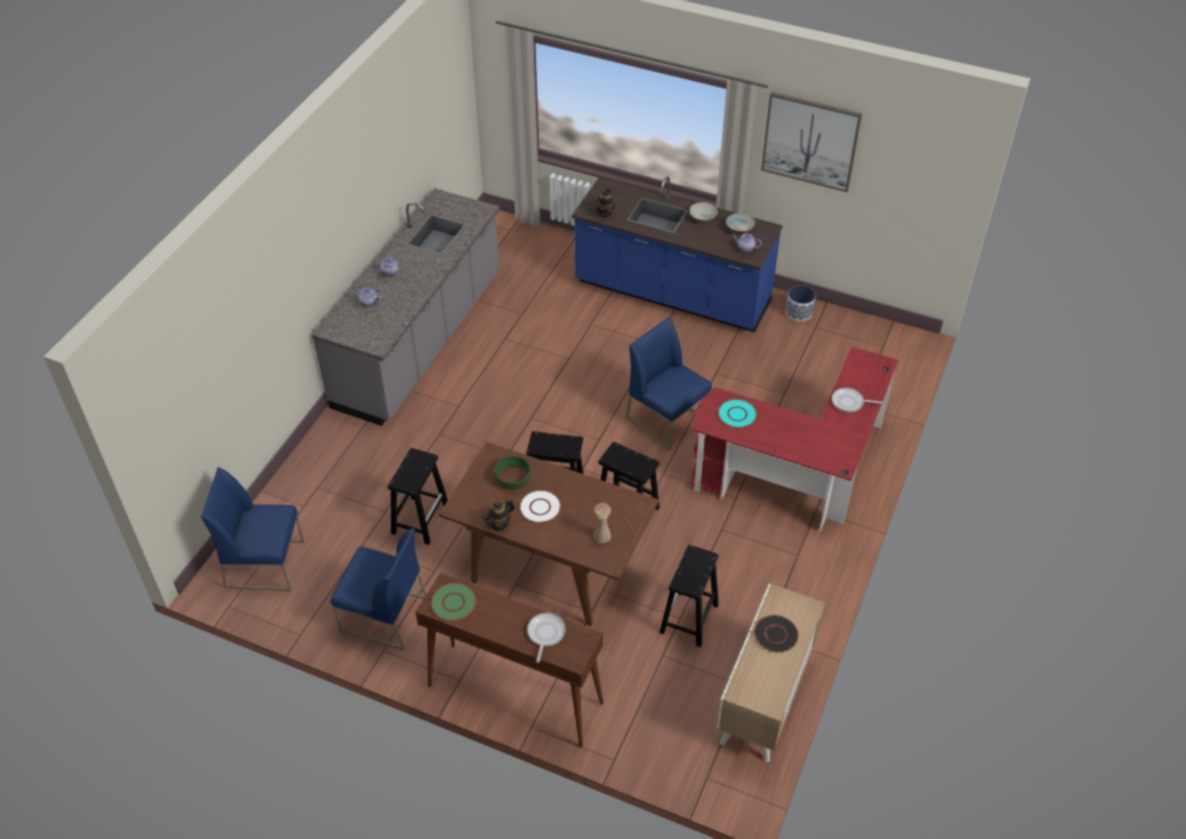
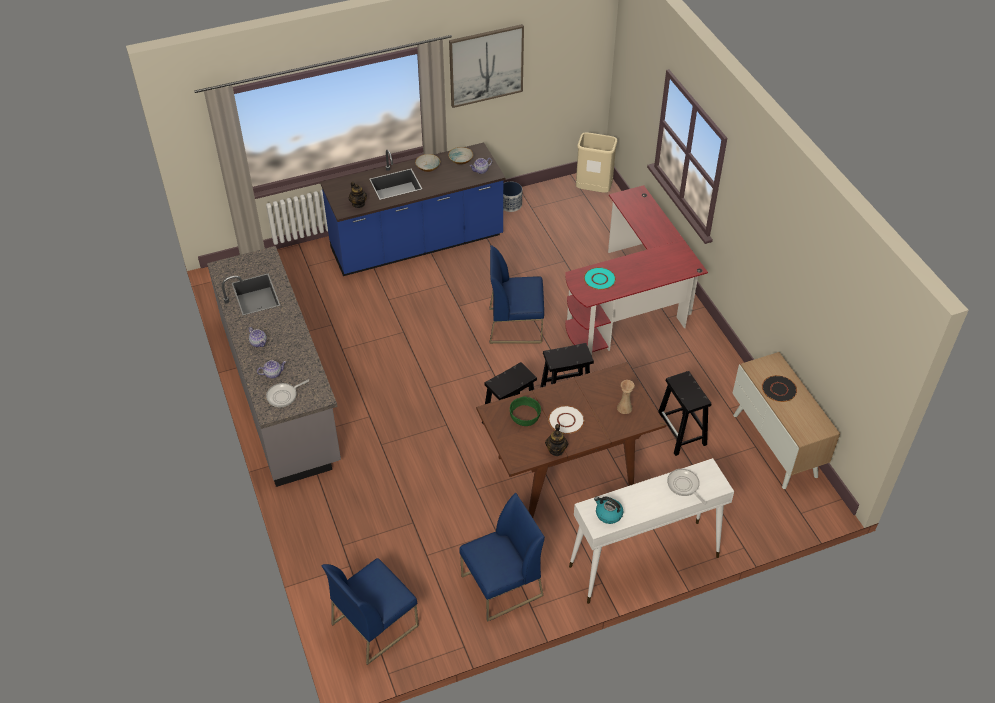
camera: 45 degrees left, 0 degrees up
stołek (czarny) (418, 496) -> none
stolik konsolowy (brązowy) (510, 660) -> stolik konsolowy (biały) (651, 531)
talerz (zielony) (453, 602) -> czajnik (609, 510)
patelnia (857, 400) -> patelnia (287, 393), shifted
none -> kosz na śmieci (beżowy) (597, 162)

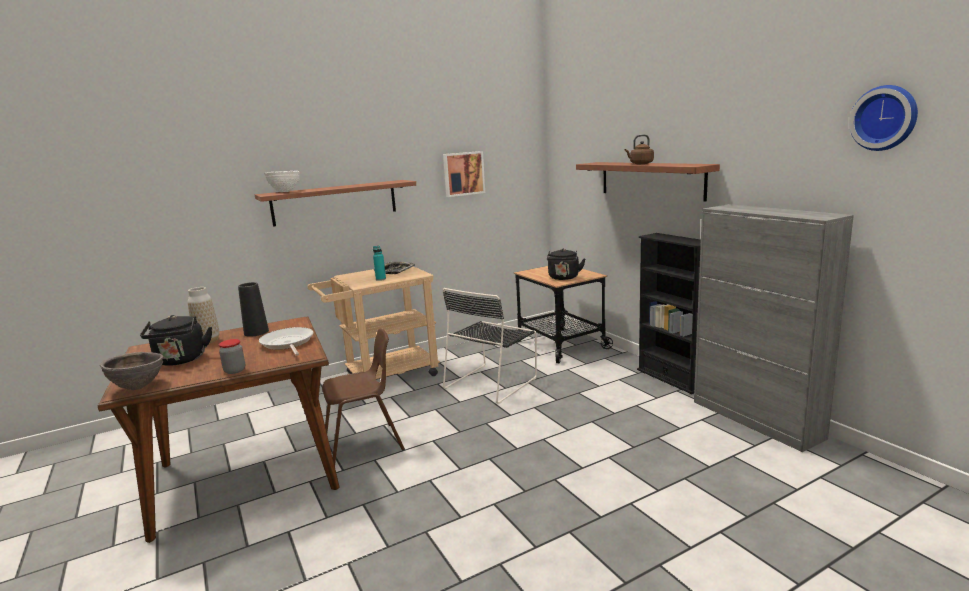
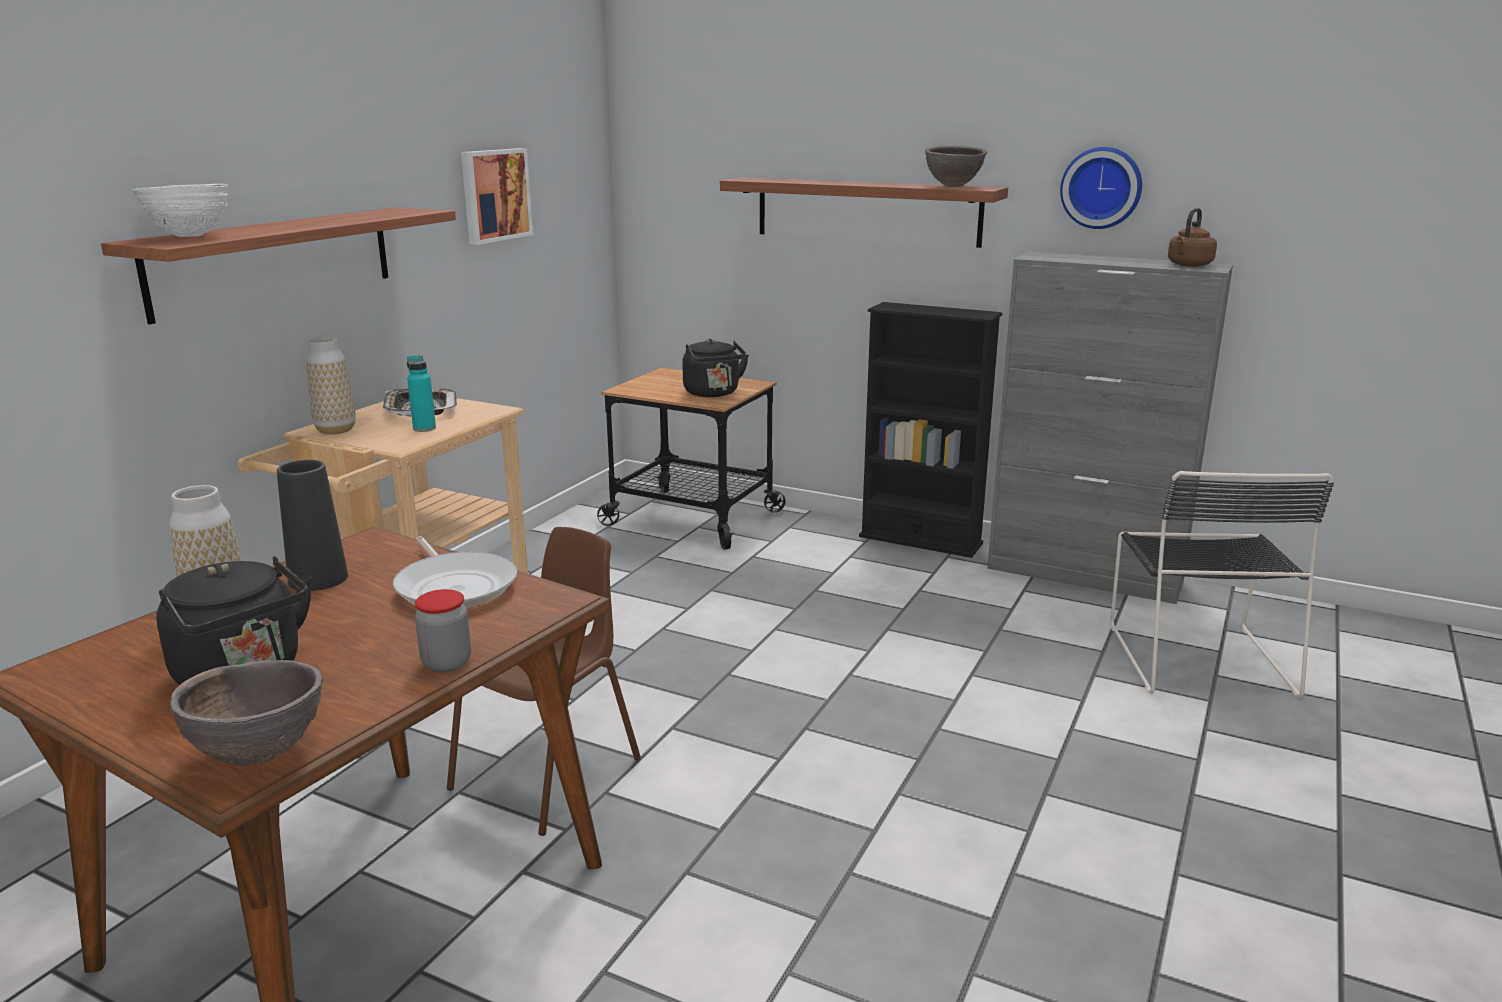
camera: 35 degrees left, 5 degrees up
patelnia (286, 341) -> patelnia (455, 572), 150 degrees counterclockwise
krzesło (czarny) (490, 346) -> krzesło (czarny) (1222, 584), shifted
czajnik (brązowy) (639, 149) -> czajnik (brązowy) (1192, 237), shifted
zegar ścienny (883, 118) -> zegar ścienny (1101, 188), shifted
none -> wazon (331, 386)
none -> miska (brązowy) (956, 166)

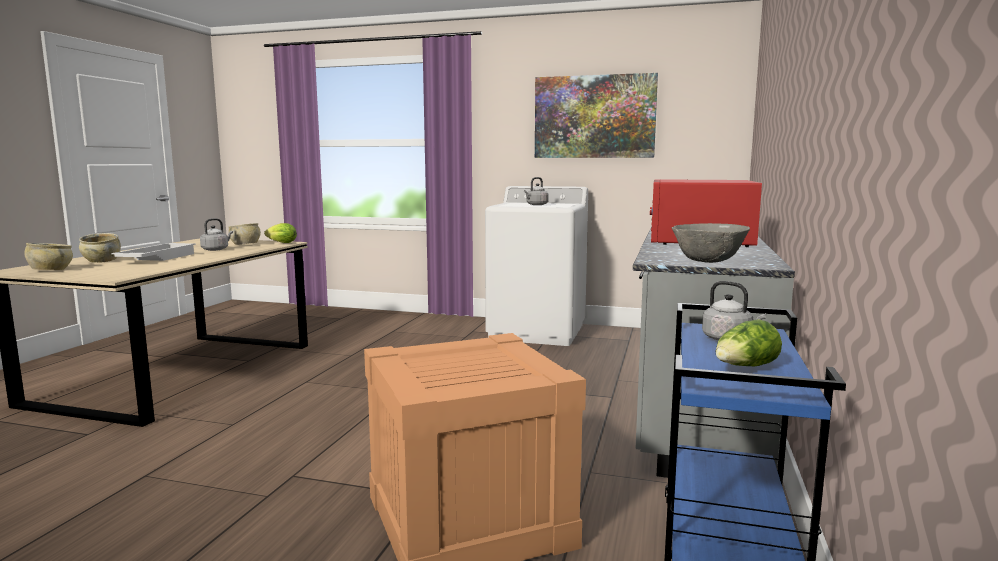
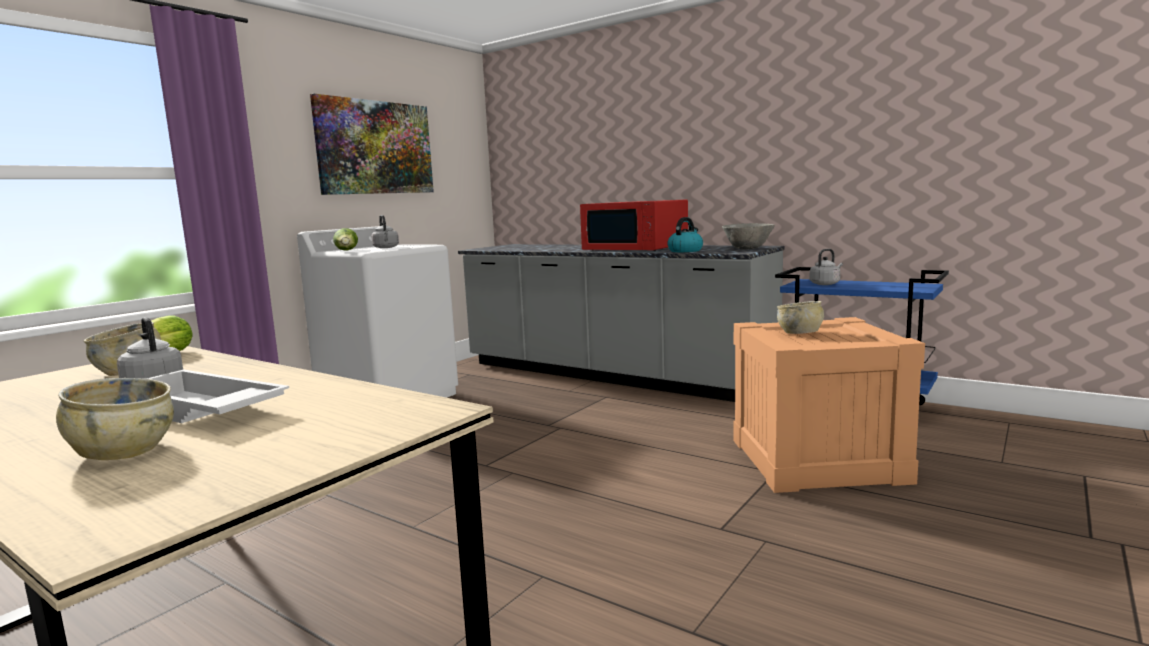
camera: 70 degrees left, 0 degrees up
miska (beżowy) (48, 256) -> miska (beżowy) (800, 317), shifted
sałata (749, 342) -> sałata (345, 239), shifted
none -> czajnik (685, 234)

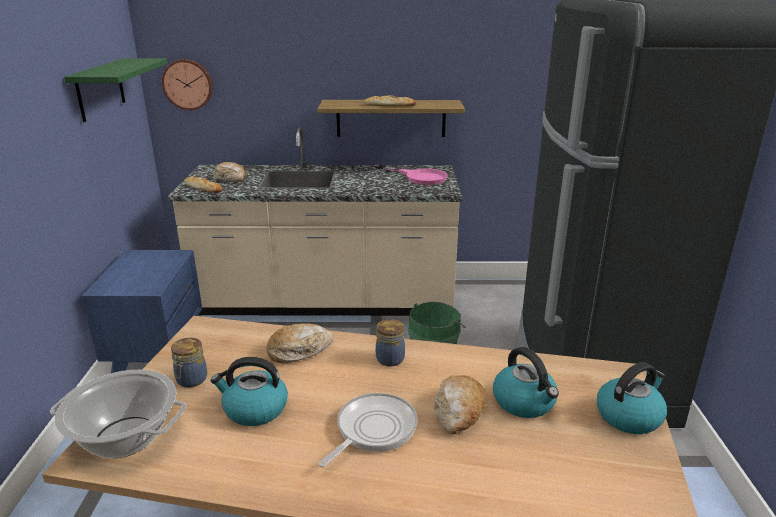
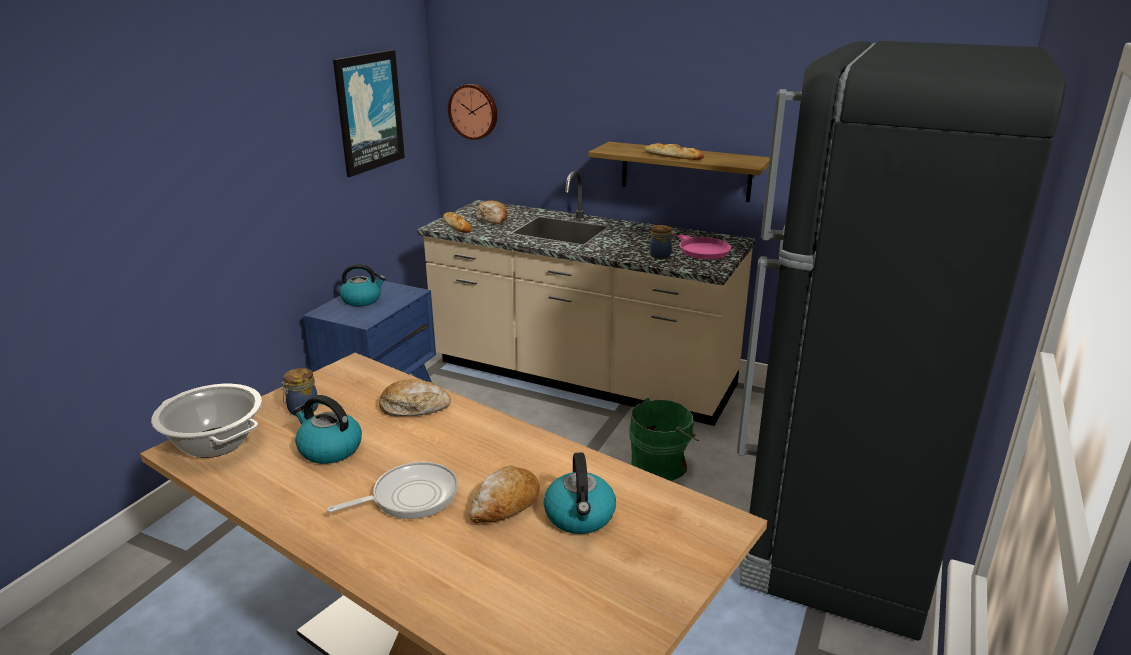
camera: 25 degrees right, 0 degrees up
półka (zielony) (116, 90) -> obraz (369, 113)
słoik (390, 342) -> słoik (660, 242), shifted
czajnik (632, 398) -> czajnik (363, 285), shifted

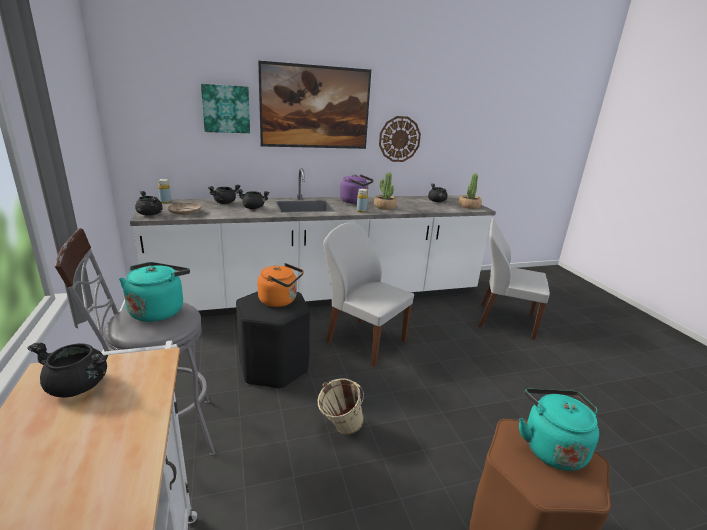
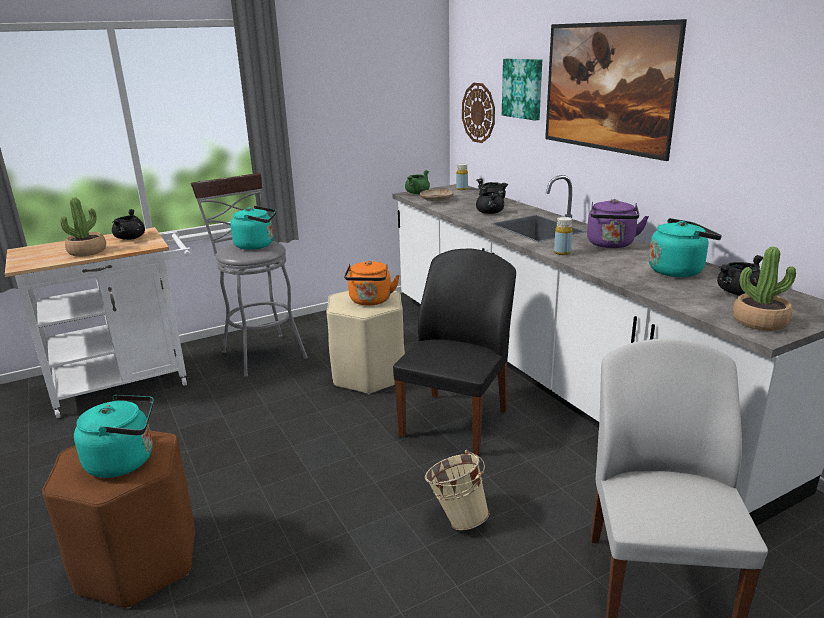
camera: 80 degrees right, 0 degrees up
garnek (czarny) (149, 203) -> garnek (zielony) (417, 182)
stołek (czarny) (273, 340) -> stołek (beżowy) (365, 342)
wiadro (beżowy) (341, 407) -> wiadro (beżowy) (457, 490), shifted
krzesło (biały) (368, 295) -> krzesło (czarny) (454, 352)
roślina doniczkowa (385, 191) -> roślina doniczkowa (83, 227), shifted
zegar ścienny (400, 139) -> zegar ścienny (478, 113), shifted
none -> czajnik (turkusowy) (685, 247)

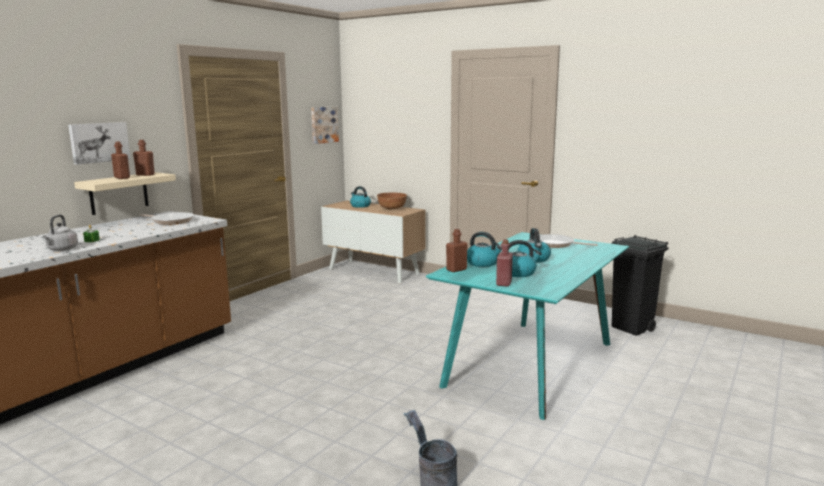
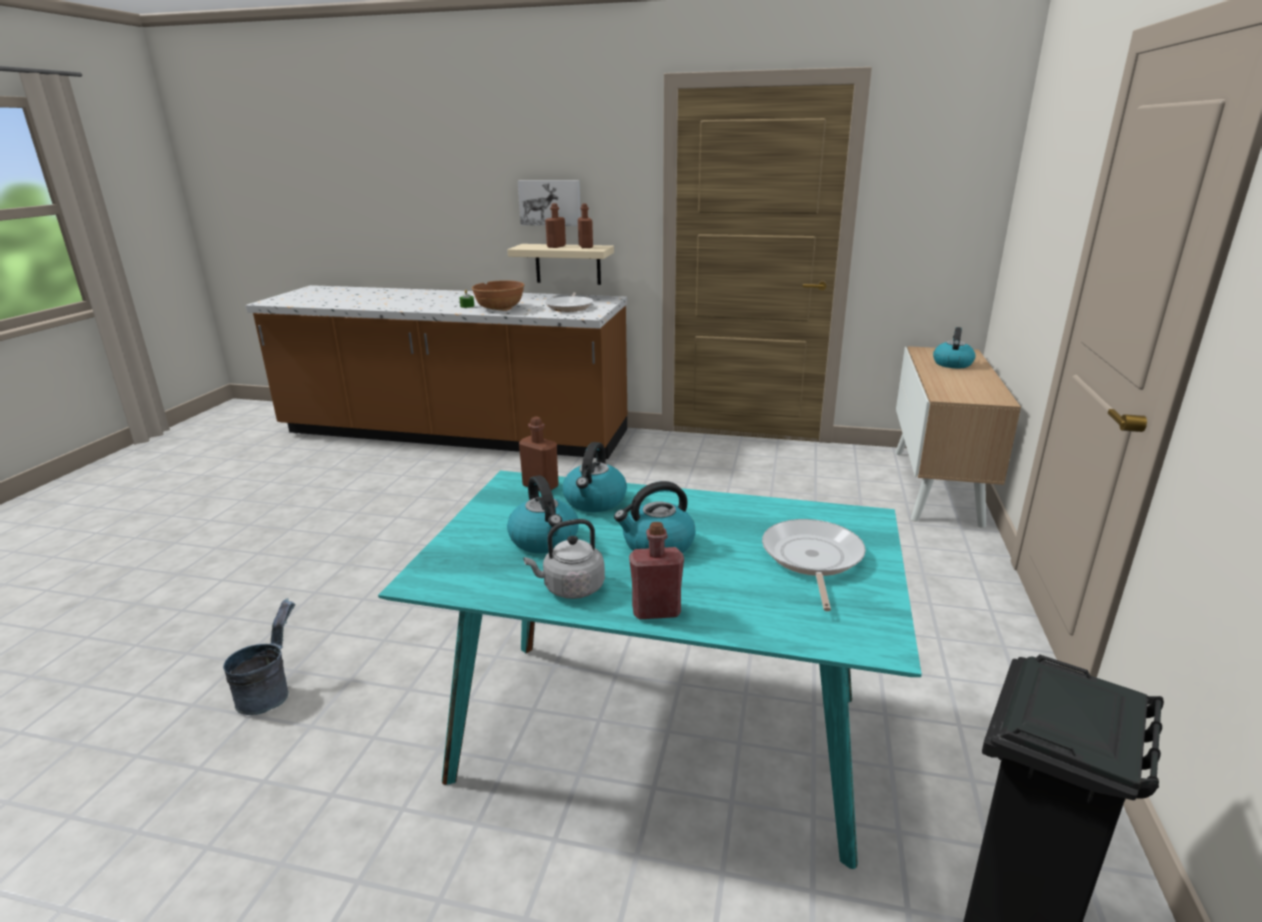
camera: 70 degrees right, 10 degrees up
czajnik (szary) (60, 233) -> czajnik (szary) (564, 559), shifted
obraz (325, 125) -> none
miska (brązowy) (392, 201) -> miska (brązowy) (498, 295), shifted
butelka (czerwony) (504, 263) -> butelka (czerwony) (656, 570), shifted

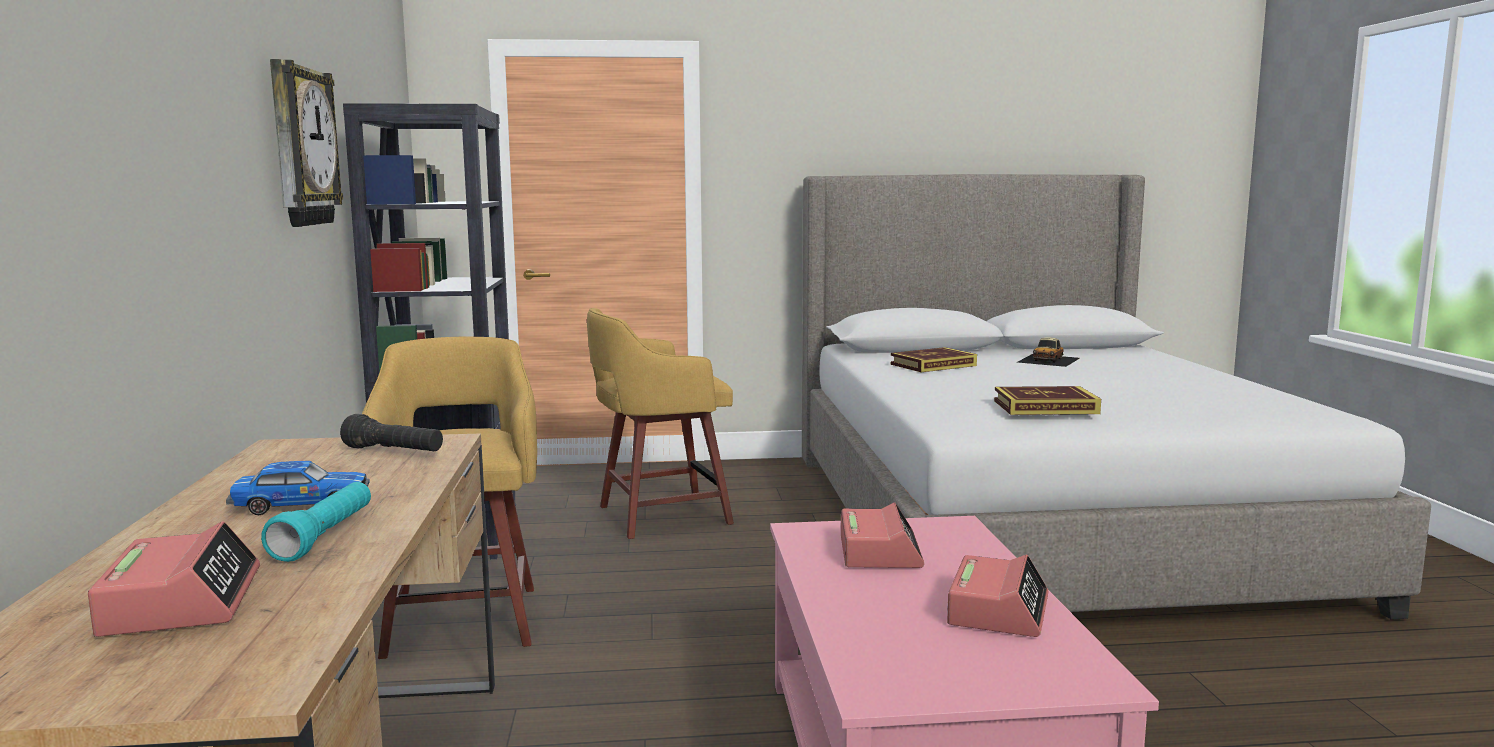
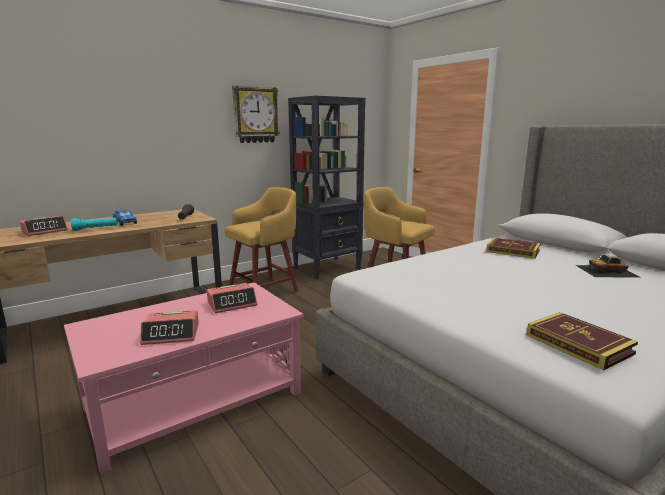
camera: 60 degrees right, 5 degrees up
książka (1047, 400) -> książka (582, 341), shifted

